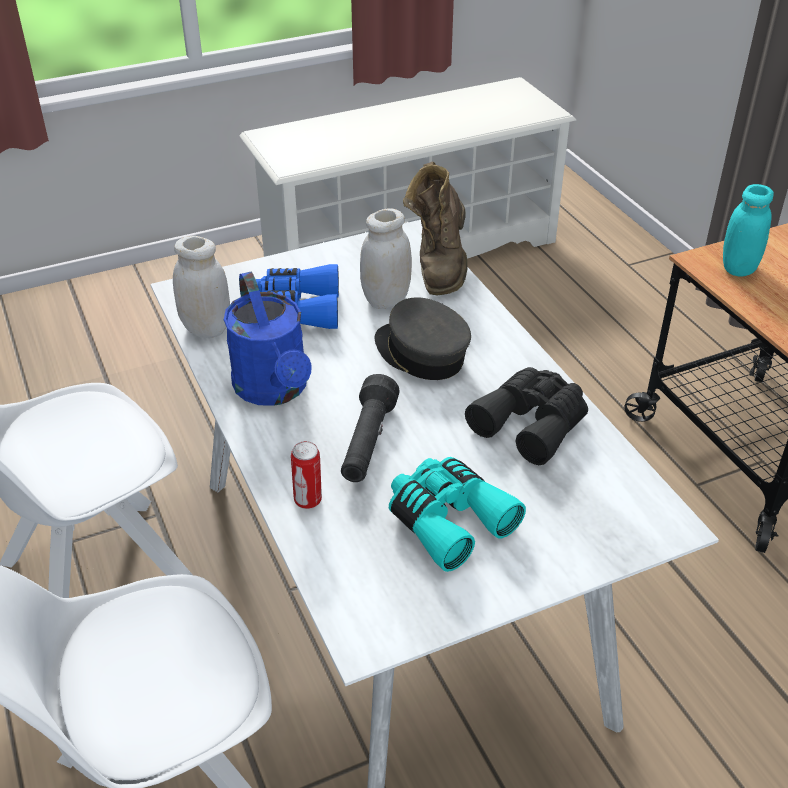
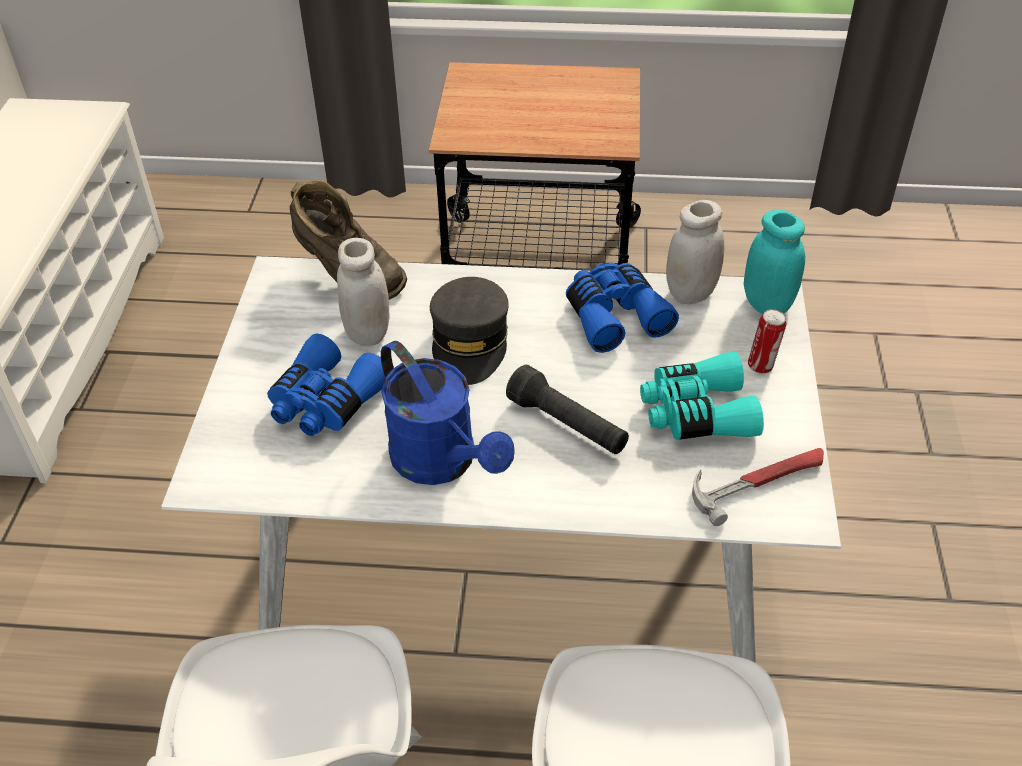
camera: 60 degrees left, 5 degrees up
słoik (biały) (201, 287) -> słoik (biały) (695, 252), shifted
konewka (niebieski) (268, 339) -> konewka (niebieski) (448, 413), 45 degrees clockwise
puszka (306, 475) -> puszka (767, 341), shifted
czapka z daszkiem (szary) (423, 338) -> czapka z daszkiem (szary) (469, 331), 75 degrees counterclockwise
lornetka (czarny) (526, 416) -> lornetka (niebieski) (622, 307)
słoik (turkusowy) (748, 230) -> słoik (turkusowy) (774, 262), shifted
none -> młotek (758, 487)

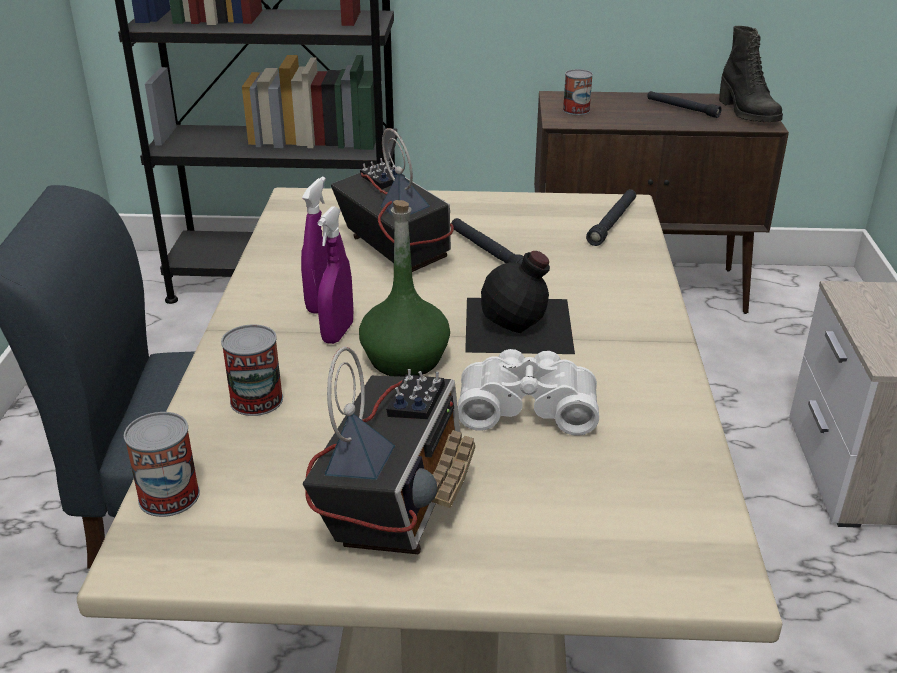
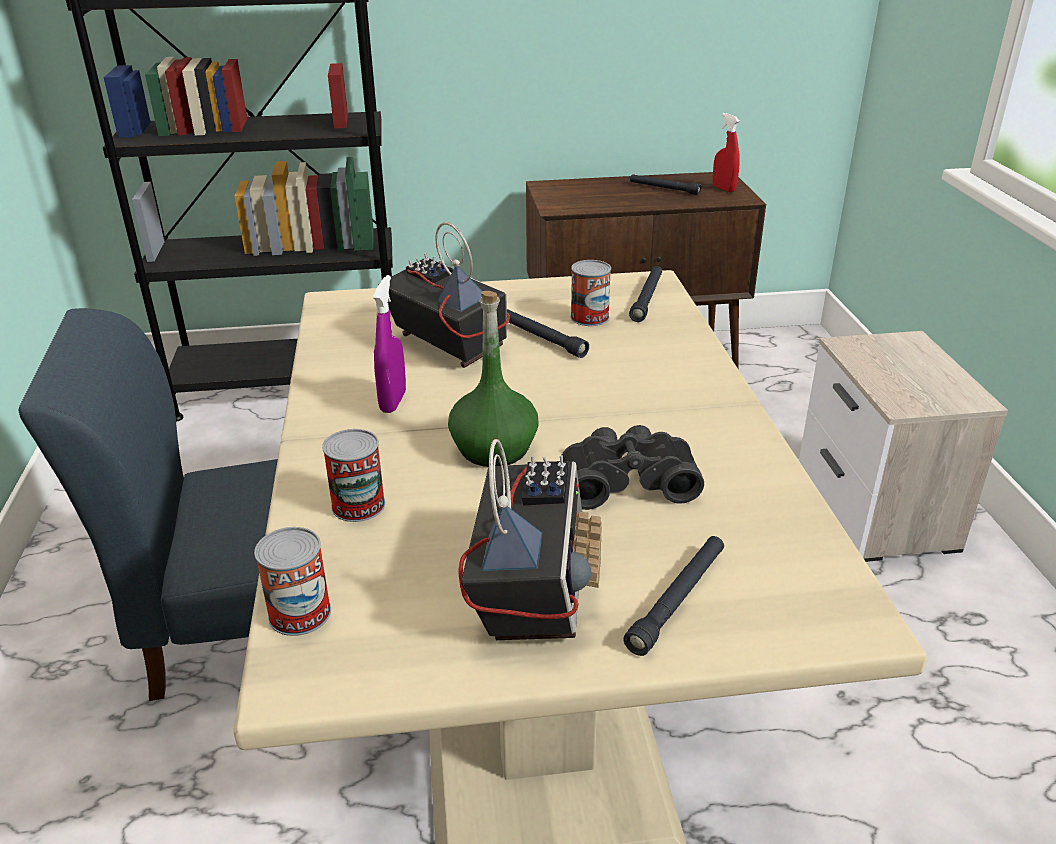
camera: 10 degrees left, 0 degrees up
spryskiwacz (fioletowy) (336, 275) -> none
lornetka (biały) (528, 392) -> lornetka (czarny) (633, 467)
butelka (czarny) (520, 302) -> none
puszka (578, 92) -> puszka (590, 293), shifted
but z cholewką (czarny) (751, 74) -> spryskiwacz (czerwony) (726, 152)
none -> latarka (czarny) (673, 596)

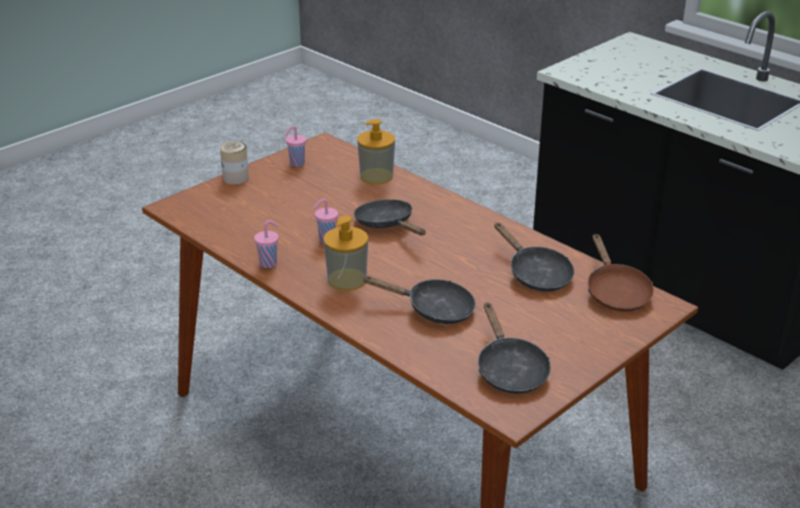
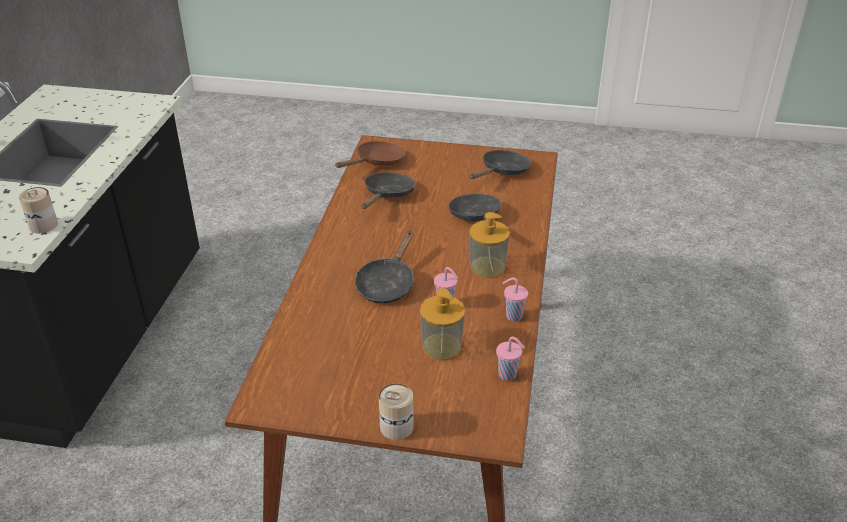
camera: 125 degrees left, 5 degrees up
filiżanka (różowy) (295, 146) -> filiżanka (różowy) (510, 358), shifted
dozownik mydła (376, 152) -> dozownik mydła (442, 324), shifted
none -> puszka (38, 210)

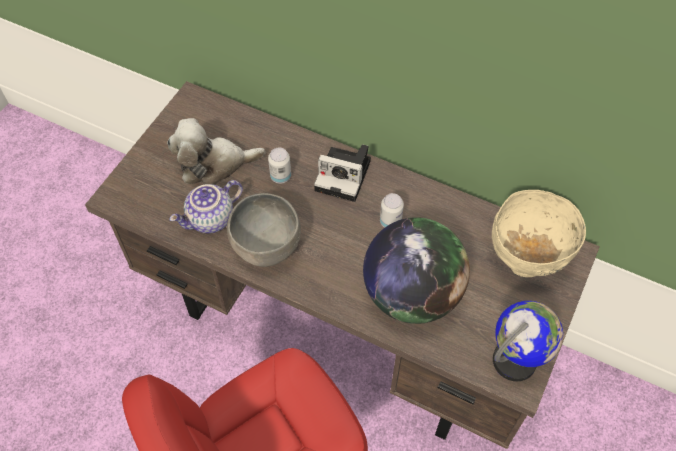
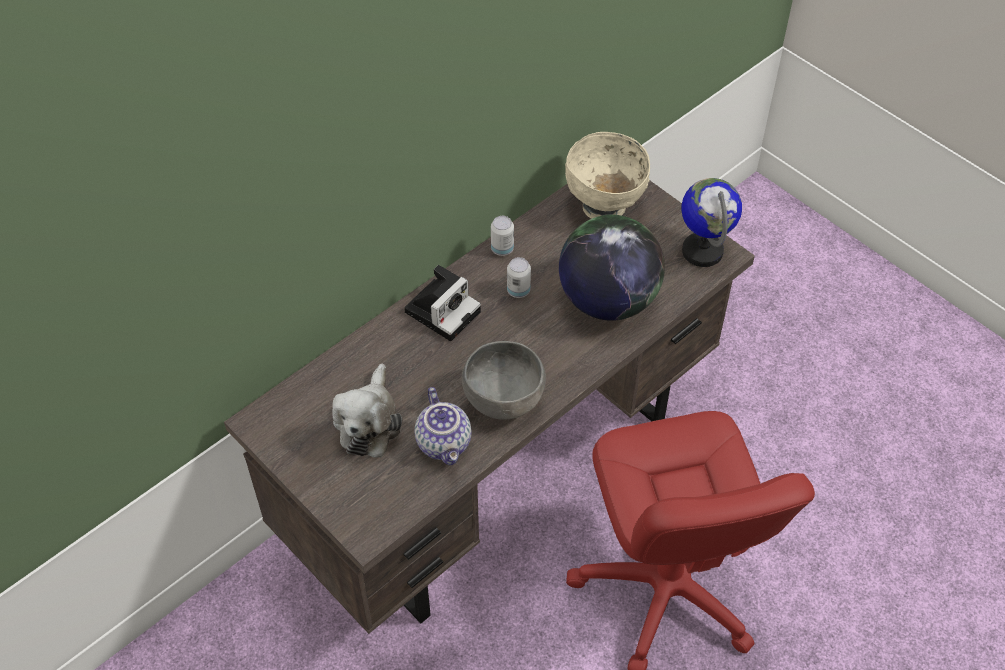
camera: 70 degrees left, 5 degrees down
puszka (279, 166) -> puszka (502, 236), shifted

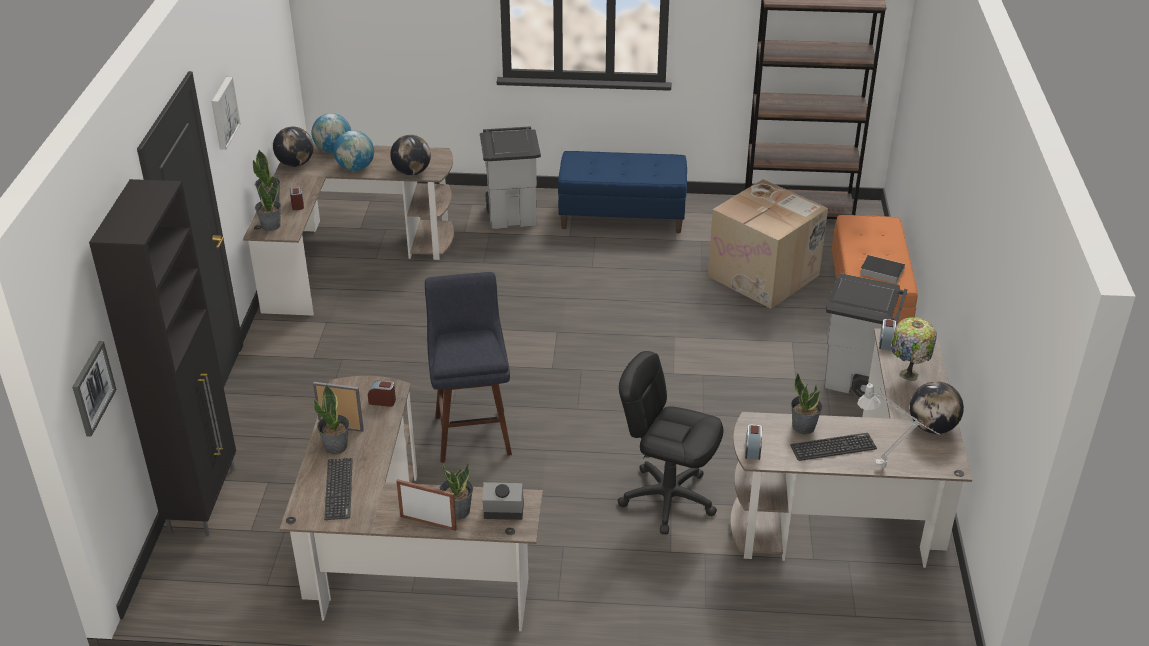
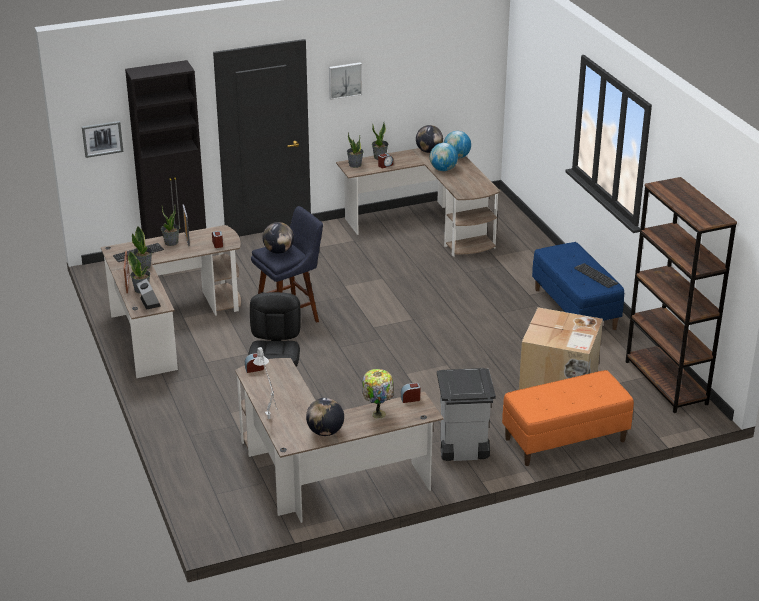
camera: 65 degrees right, 5 degrees down
globus (410, 155) -> globus (278, 238), shifted
kosz na śmieci (szary) (510, 177) -> none
klawiatura (833, 447) -> klawiatura (596, 275), shifted
roślina doniczkowa (807, 403) -> roślina doniczkowa (142, 248), shifted
książka (882, 269) -> none

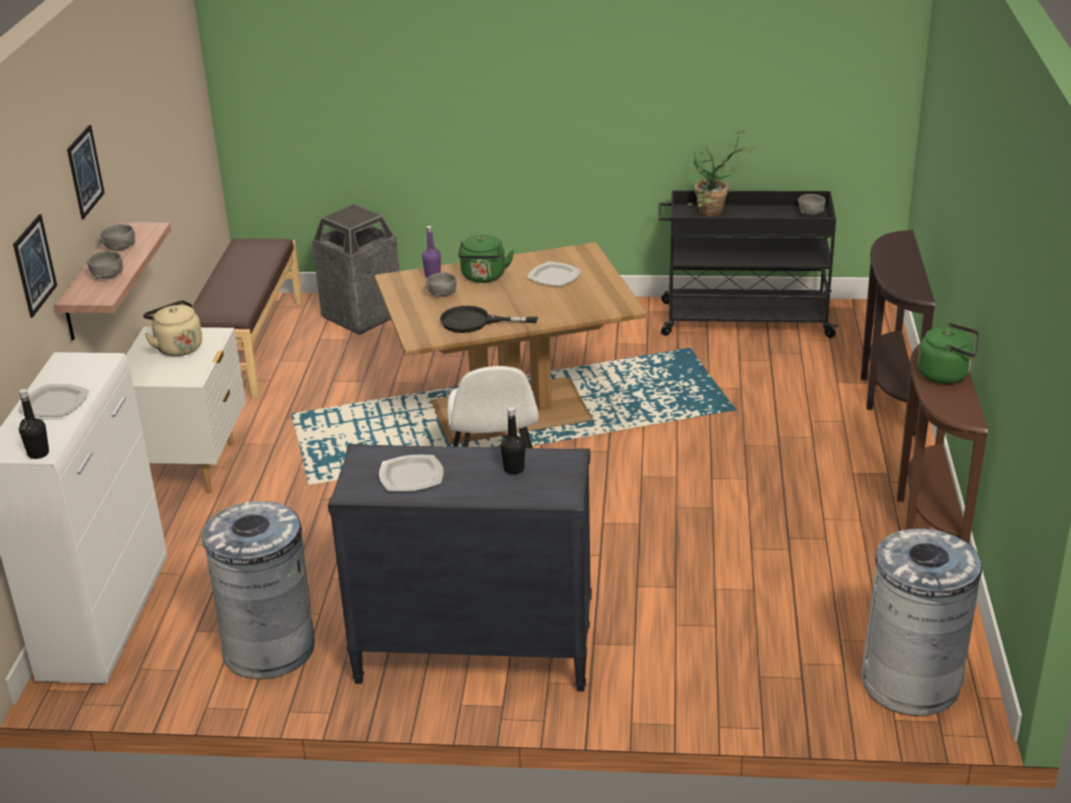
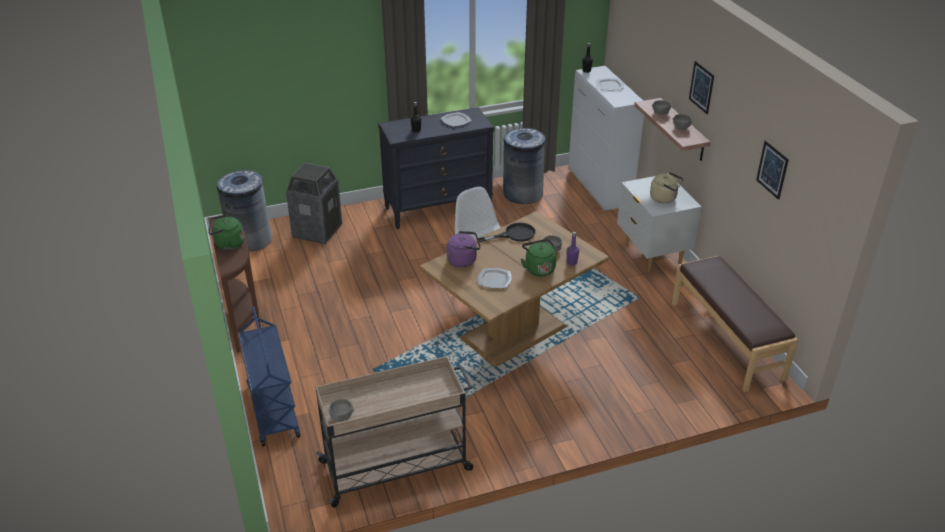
camera: 155 degrees right, 5 degrees up
obraz (35, 266) -> obraz (772, 170), shifted
kosz na śmieci (356, 269) -> kosz na śmieci (314, 203), shifted
wózek (czarny) (748, 264) -> wózek (beżowy) (394, 432)
roślina doniczkowa (721, 173) -> none
stolik konsolowy (brązowy) (898, 333) -> wózek (niebieski) (269, 376)
none -> czajnik (fioletowy) (463, 249)

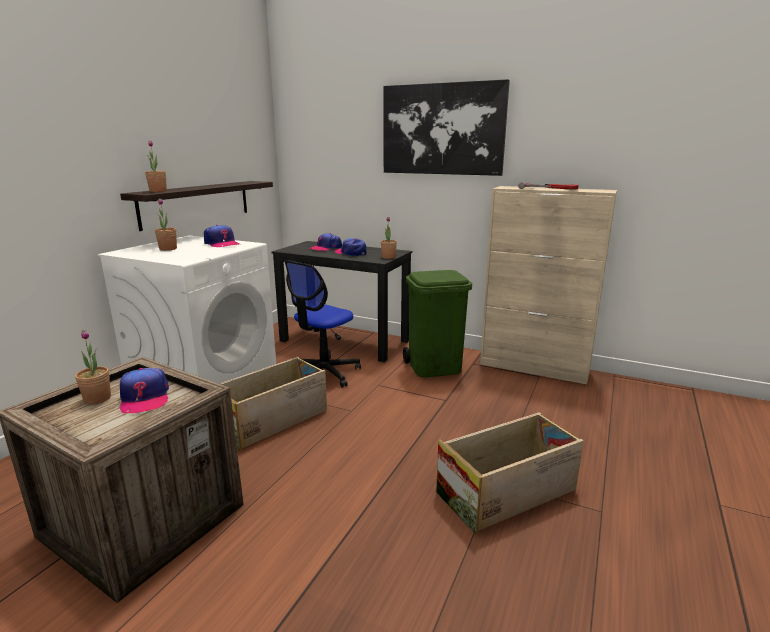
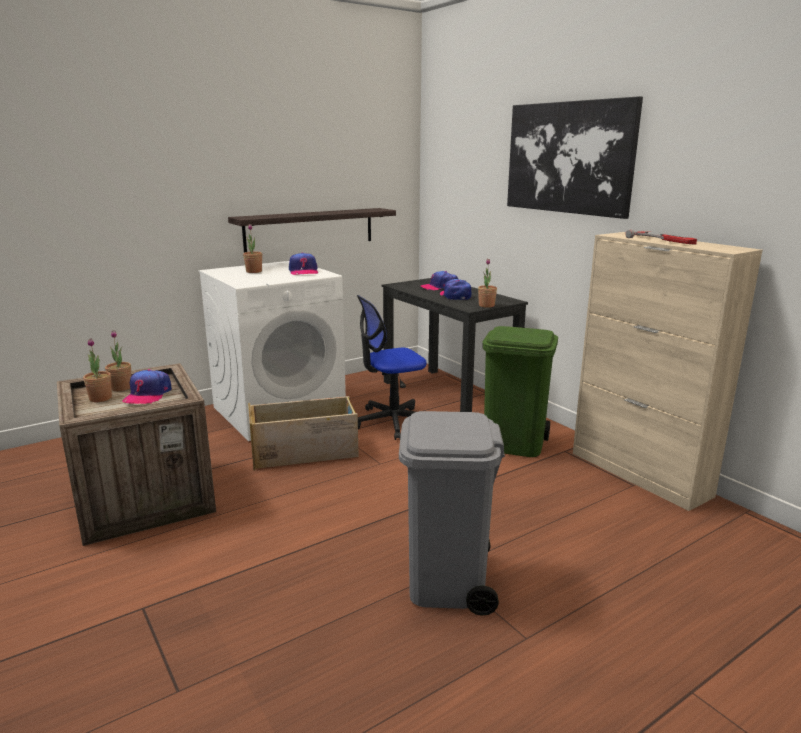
camera: 30 degrees right, 0 degrees up
roślina doniczkowa (156, 166) -> roślina doniczkowa (97, 370), shifted
skrzynka (510, 473) -> kosz na śmieci (szary) (452, 513)

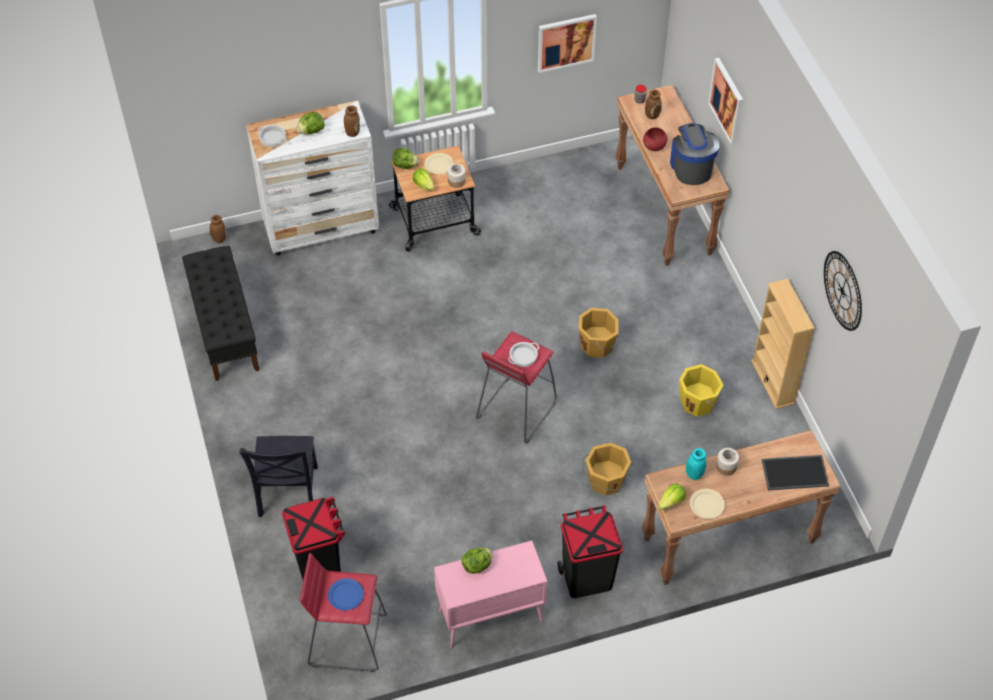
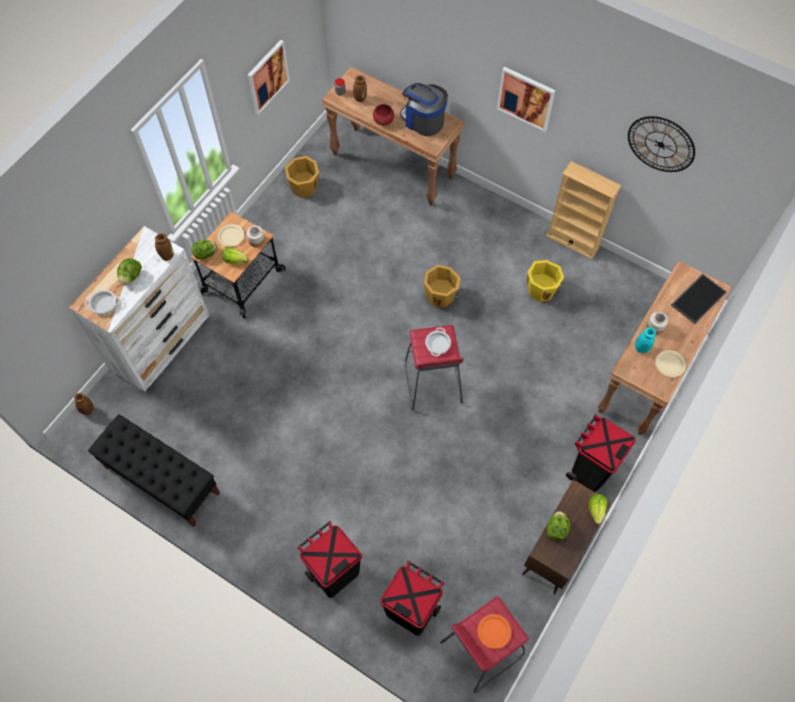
camera: 40 degrees left, 10 degrees up
krzesło (czarny) (278, 476) -> kosz na śmieci (czarny) (329, 559)
talerz (niebieski) (346, 594) -> talerz (pomarańczowy) (494, 631)
szafka (różowy) (490, 594) -> szafka (brązowy) (566, 537)
wiadro (pomarańczowy) (607, 469) -> wiadro (pomarańczowy) (302, 177), shifted
sałata (672, 496) -> sałata (598, 509), shifted
obraz (725, 101) -> obraz (526, 99), shifted

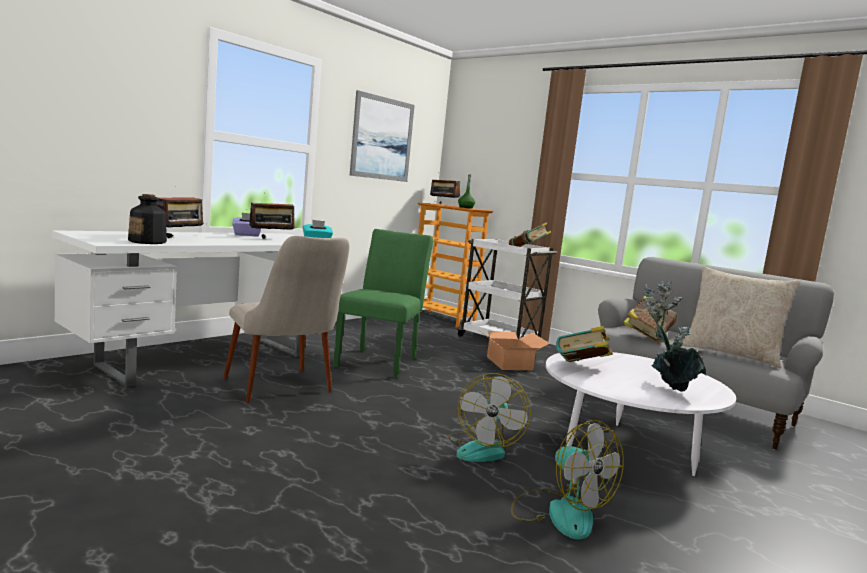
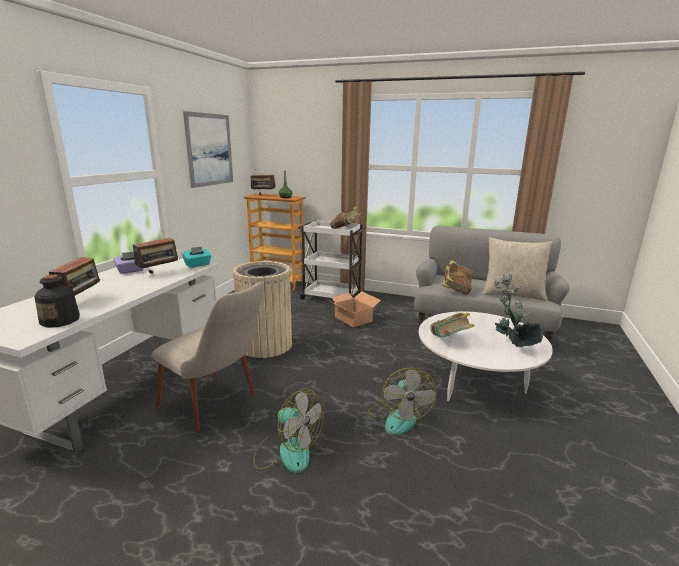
camera: 20 degrees left, 10 degrees up
krzesło (zielony) (383, 303) -> kosz na śmieci (beżowy) (262, 309)
wentylator (567, 479) -> wentylator (288, 431), shifted

